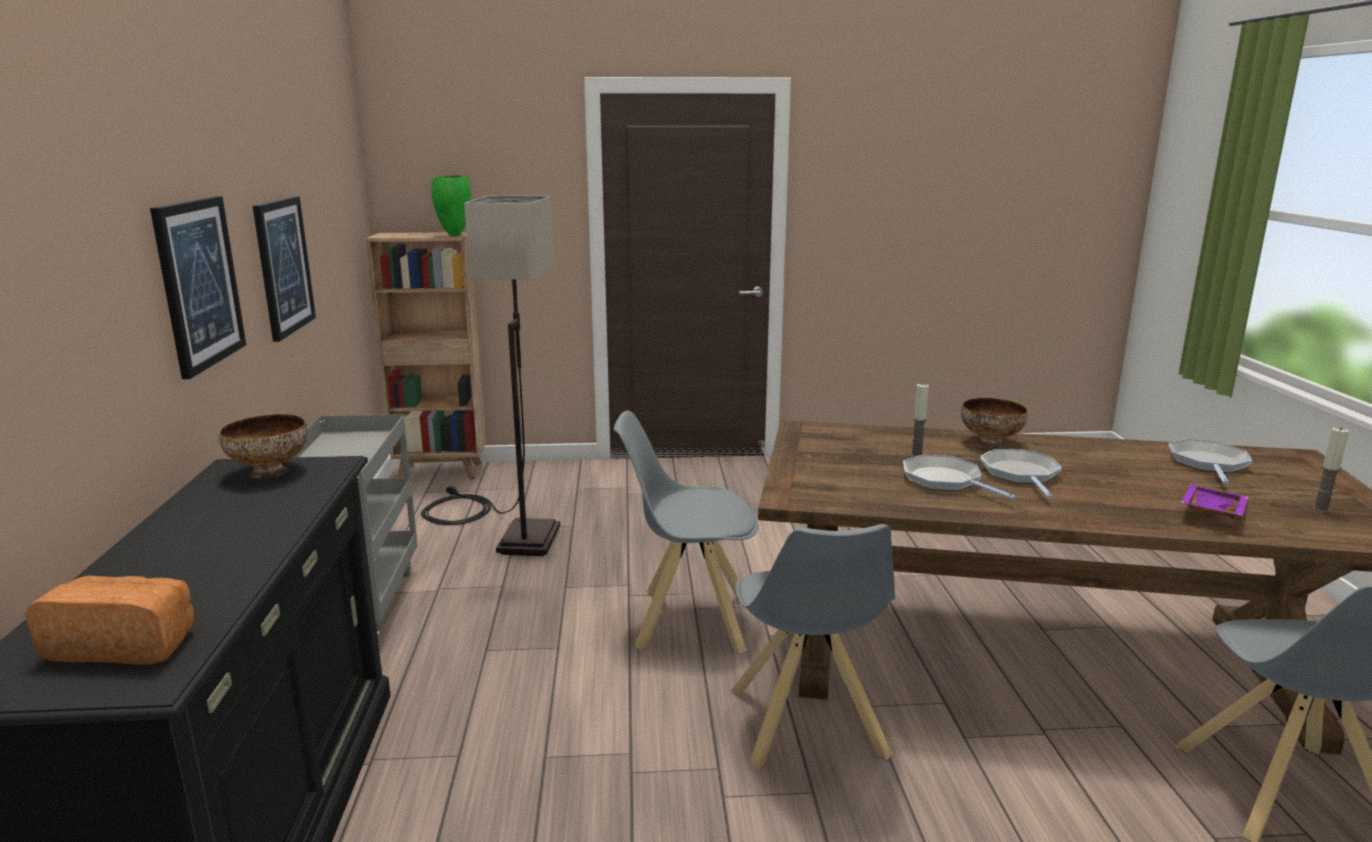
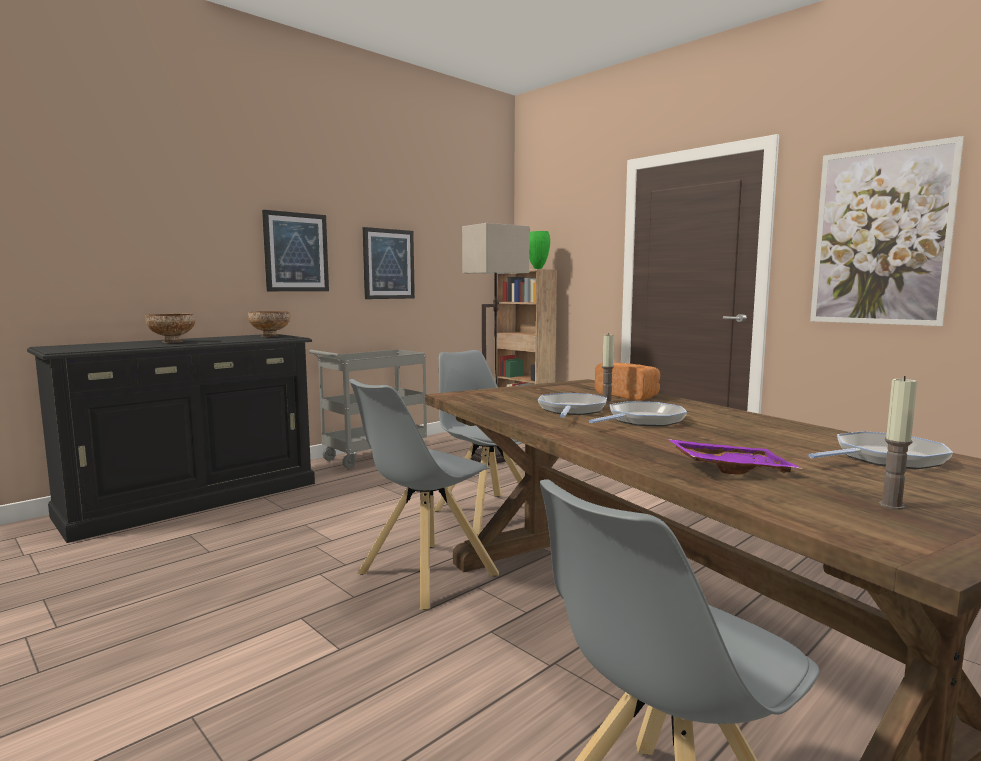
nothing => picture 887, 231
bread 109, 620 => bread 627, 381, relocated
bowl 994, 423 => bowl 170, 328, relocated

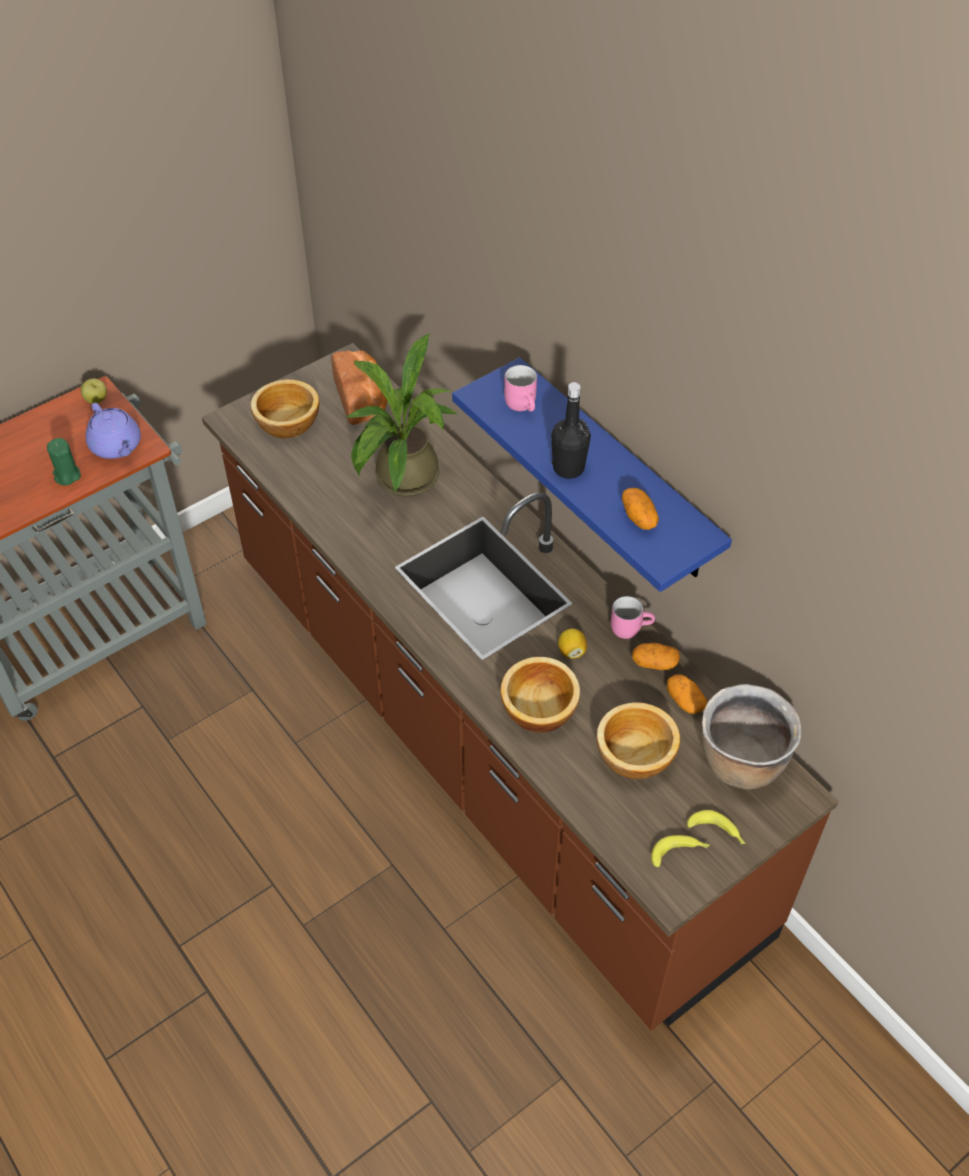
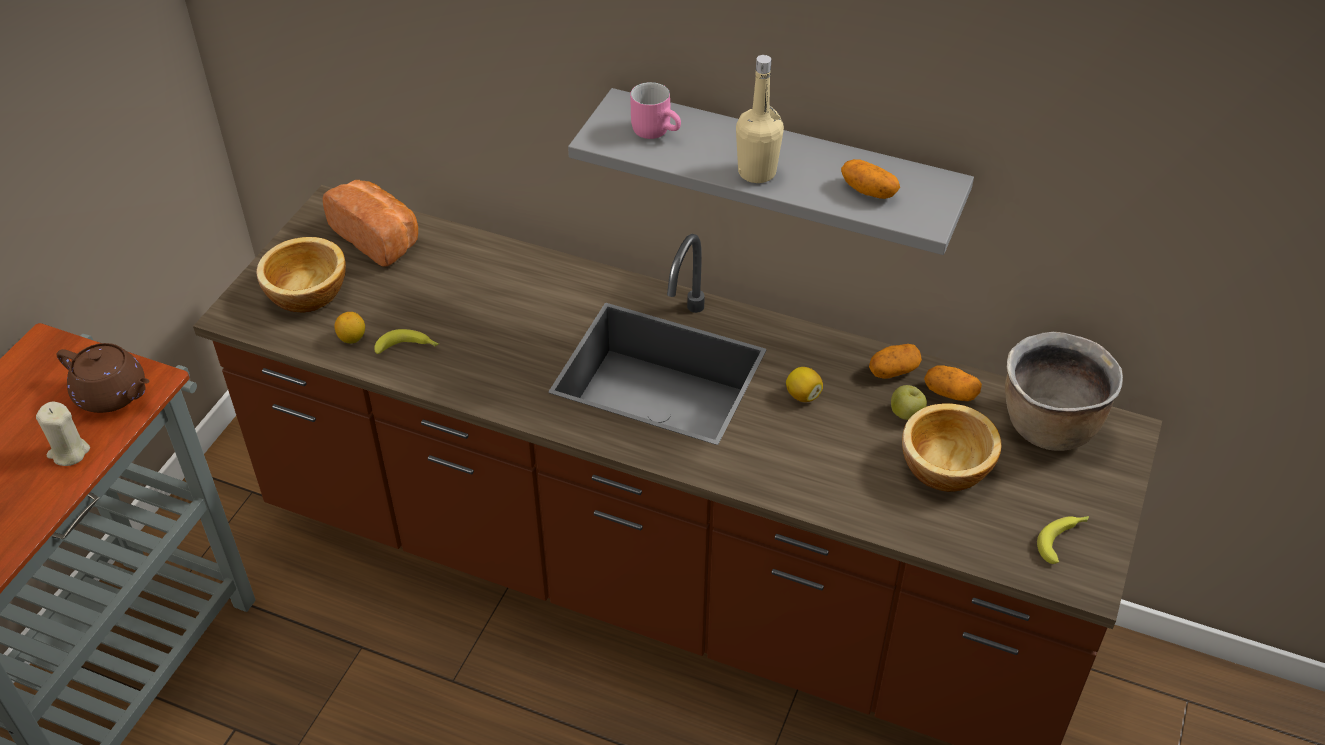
potted plant 402, 414 => nothing
bowl 540, 695 => nothing
mug (pink) 633, 617 => nothing
nothing => lemon 350, 327
apple 94, 391 => apple 909, 402, relocated
banana 716, 827 => banana 406, 341, relocated
candle (green) 64, 461 => candle (beige) 63, 433
teapot (purple) 113, 431 => teapot (brown) 103, 378
shelf (blue) 592, 474 => shelf (grey) 771, 171
bottle (black) 571, 430 => bottle (beige) 760, 119

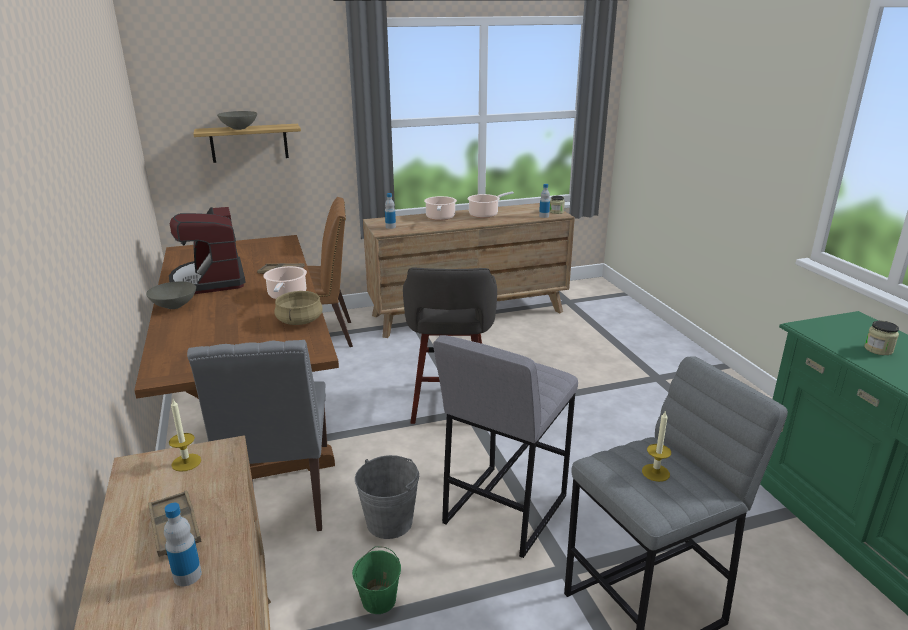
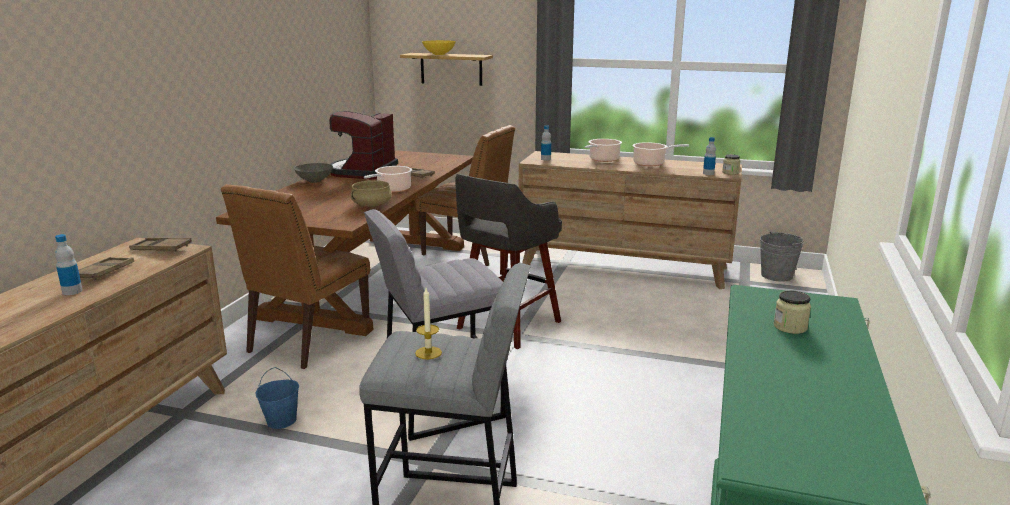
bucket (grey) 387, 497 => bucket (grey) 782, 256, relocated
candle 185, 435 => tray (brown) 160, 245
chair (grey) 257, 435 => chair (brown) 295, 276
bowl (grey) 237, 120 => bowl (yellow) 439, 47
bucket (green) 376, 580 => bucket (blue) 277, 398

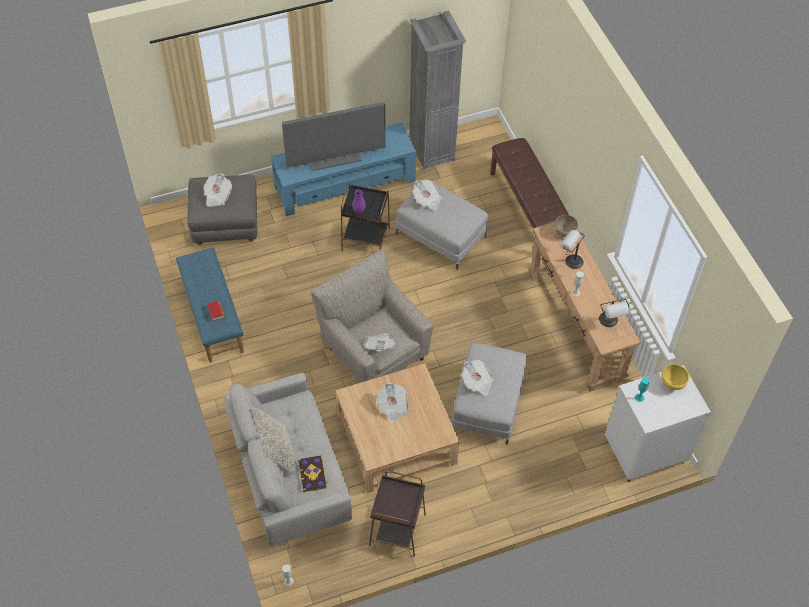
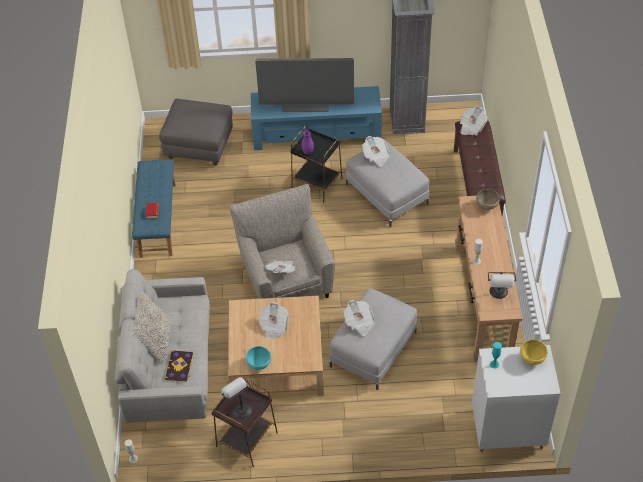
nothing => bowl (turquoise) 258, 358
newspaper 217, 190 => newspaper 474, 121, relocated
table lamp 572, 249 => table lamp 236, 398, relocated

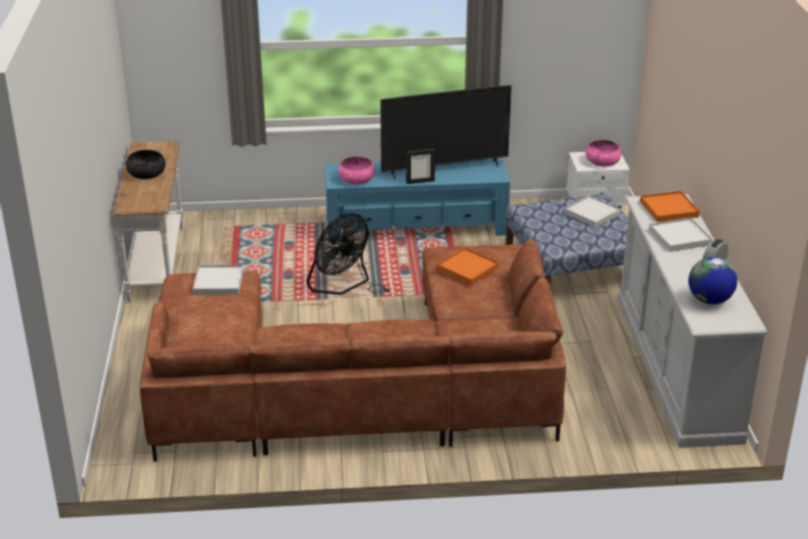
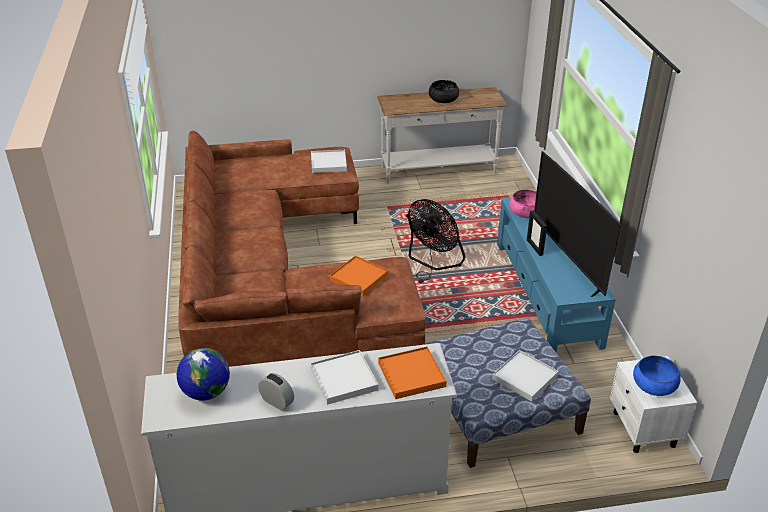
bowl (pink) 603, 153 => bowl (blue) 657, 376

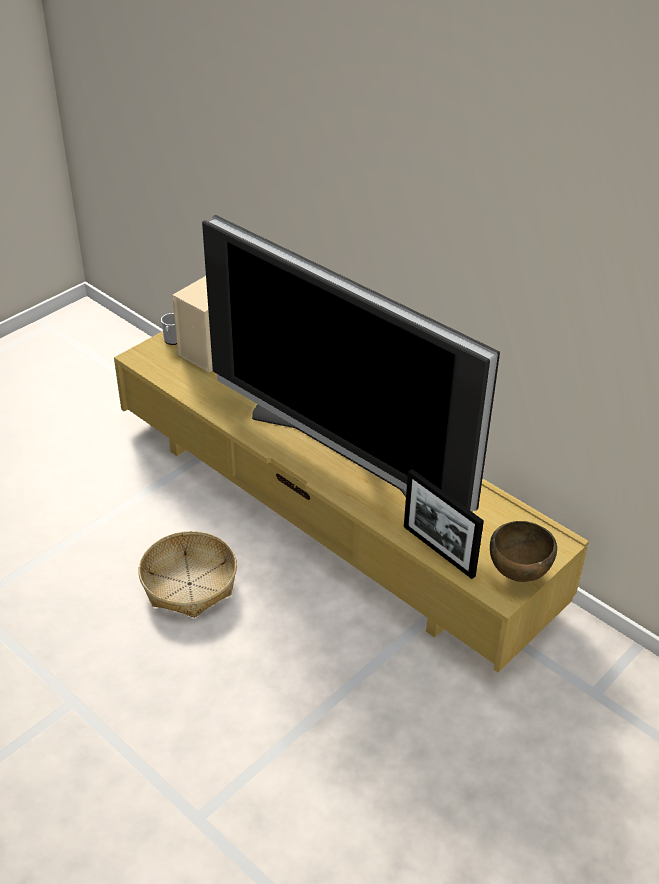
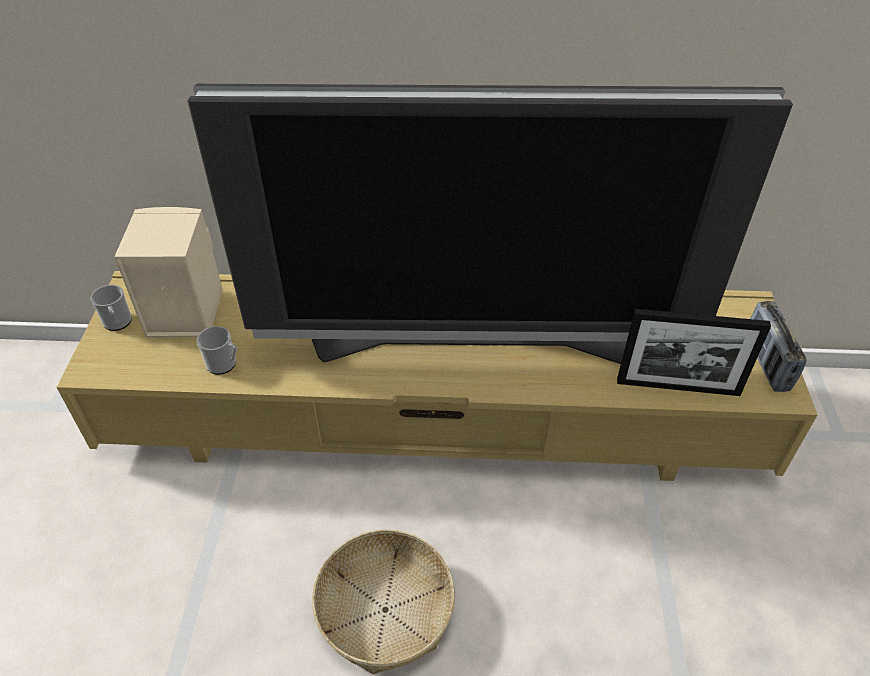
nothing => mug 216, 350
bowl (brown) 523, 551 => radio 778, 346

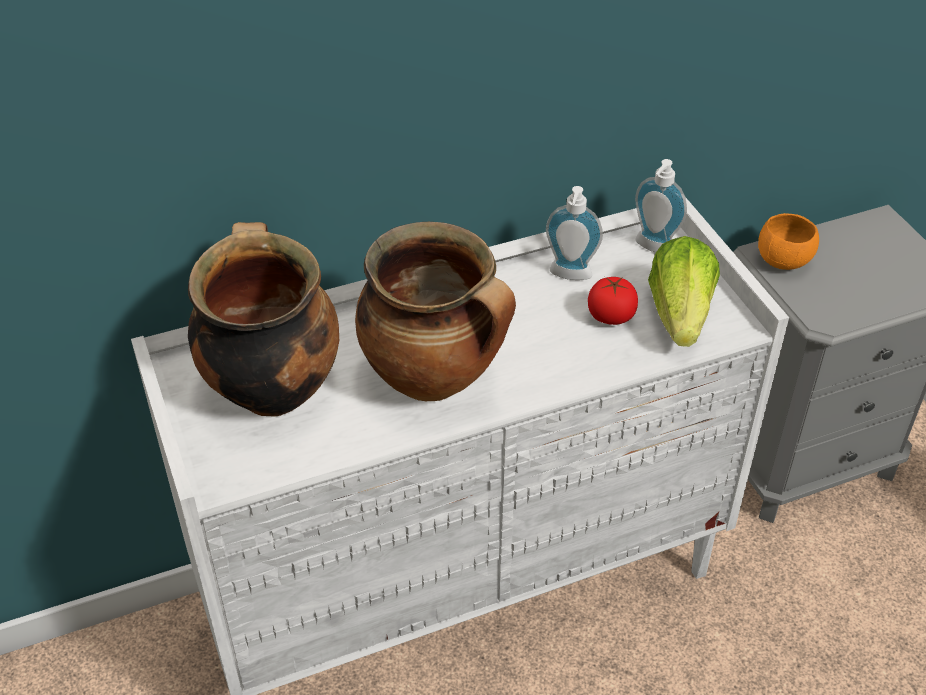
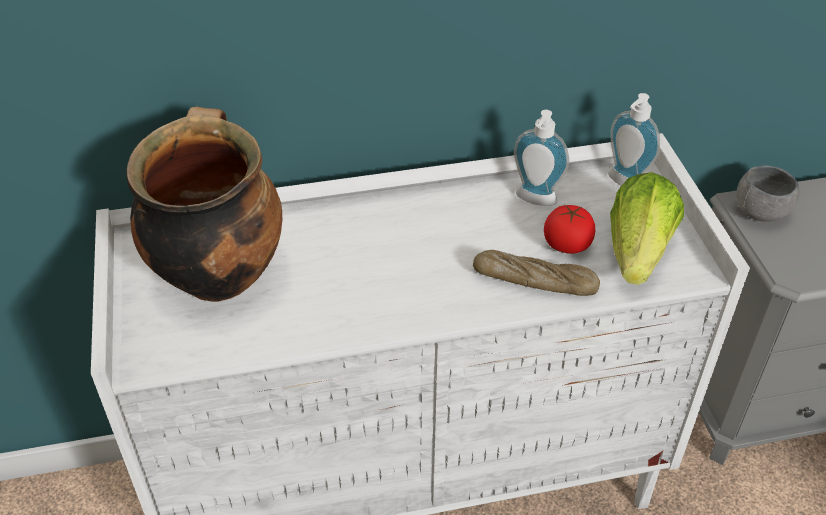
cooking pot 435, 311 => nothing
nothing => bread 536, 273
bowl (orange) 788, 241 => bowl (grey) 767, 193

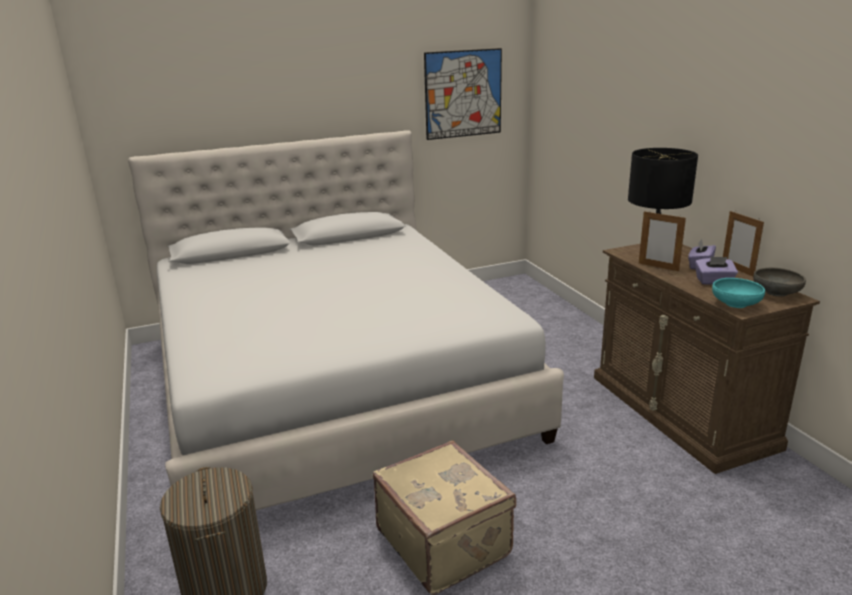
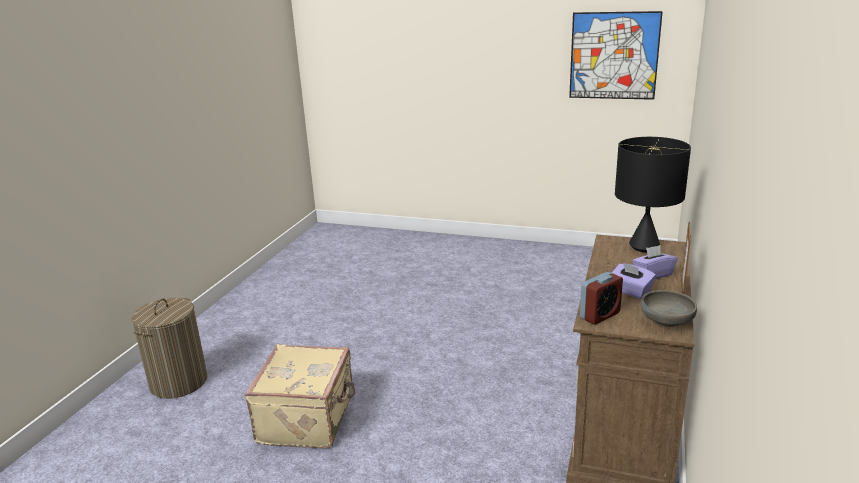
bed (white) 346, 320 => nothing
picture frame 662, 240 => nothing
bowl (turquoise) 738, 293 => alarm clock 601, 298

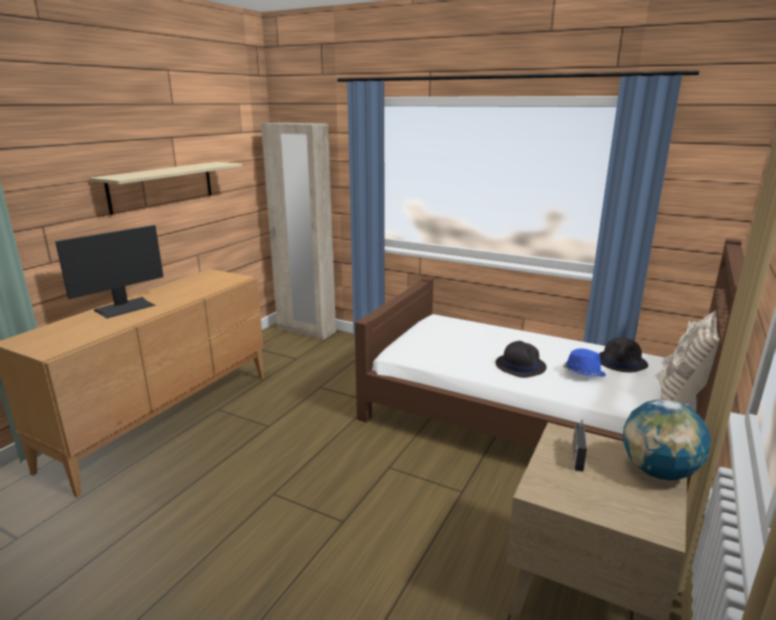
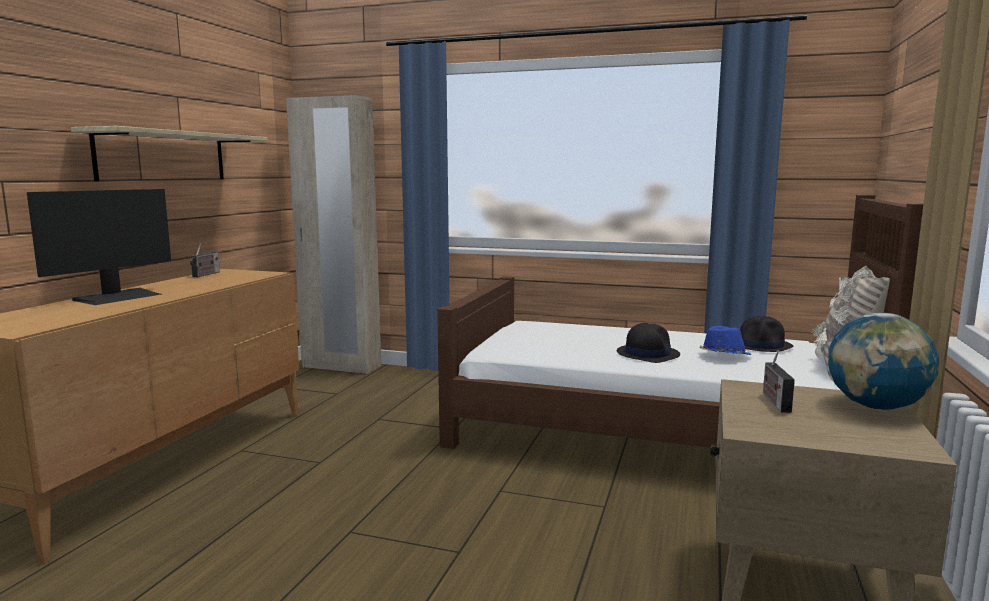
nothing => radio 205, 260

